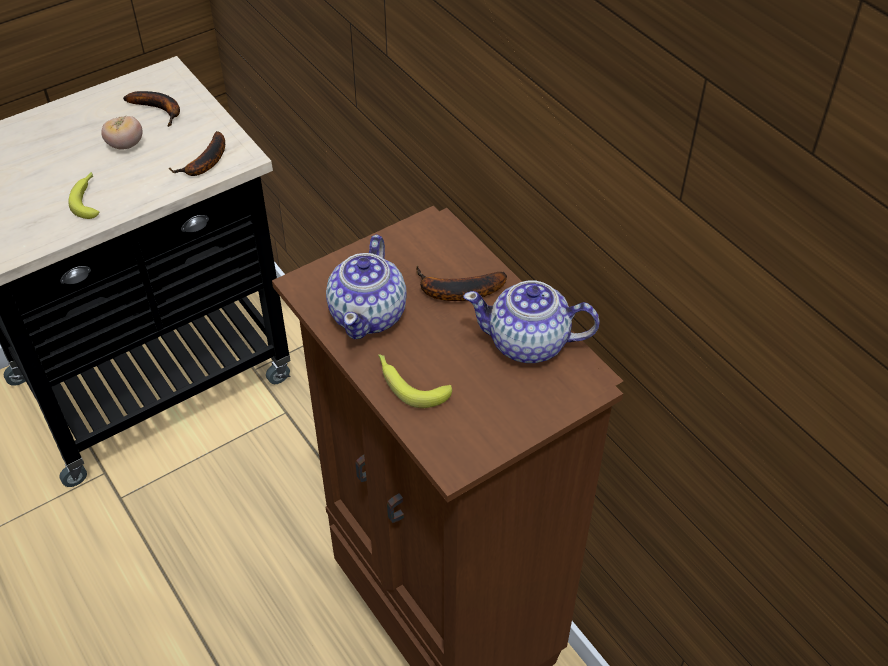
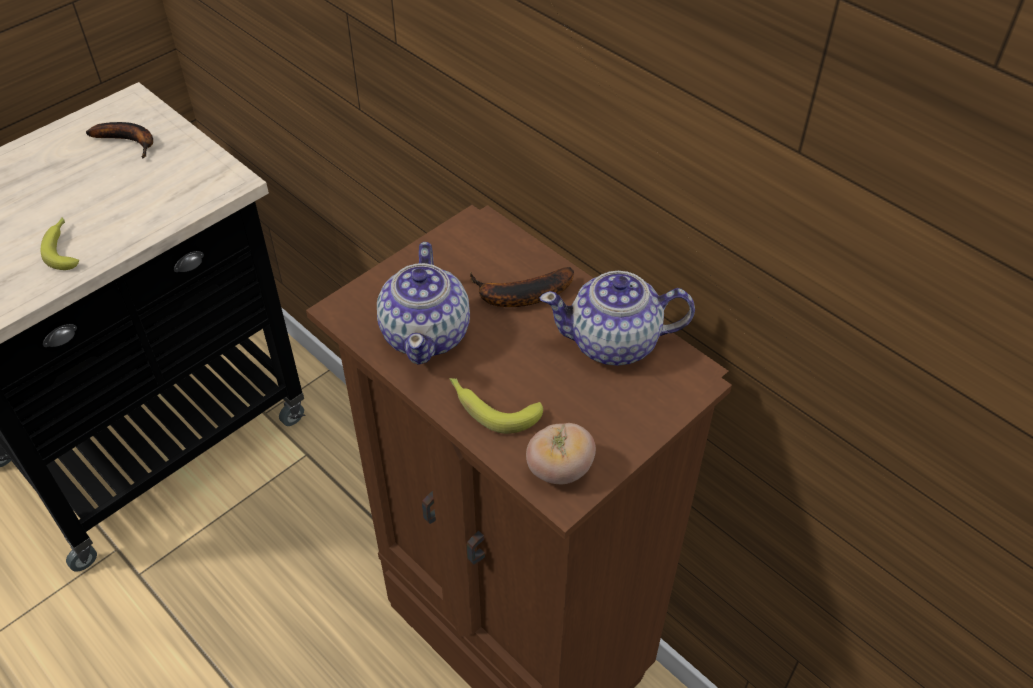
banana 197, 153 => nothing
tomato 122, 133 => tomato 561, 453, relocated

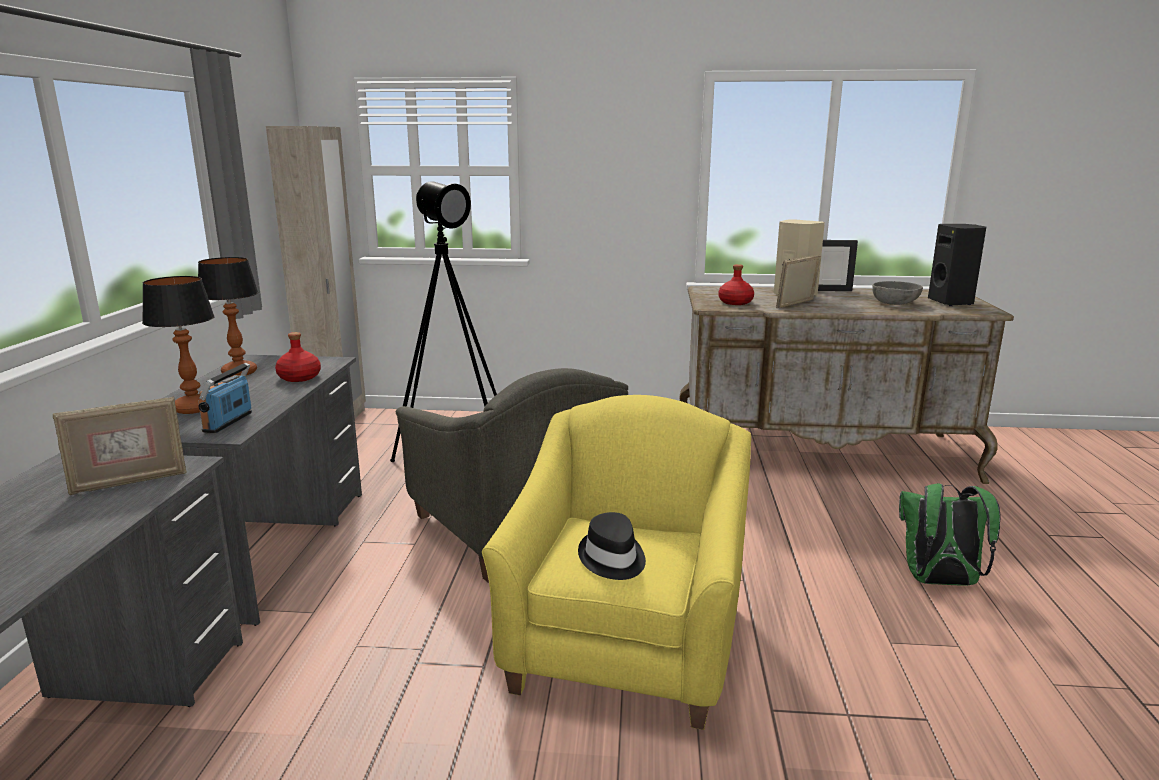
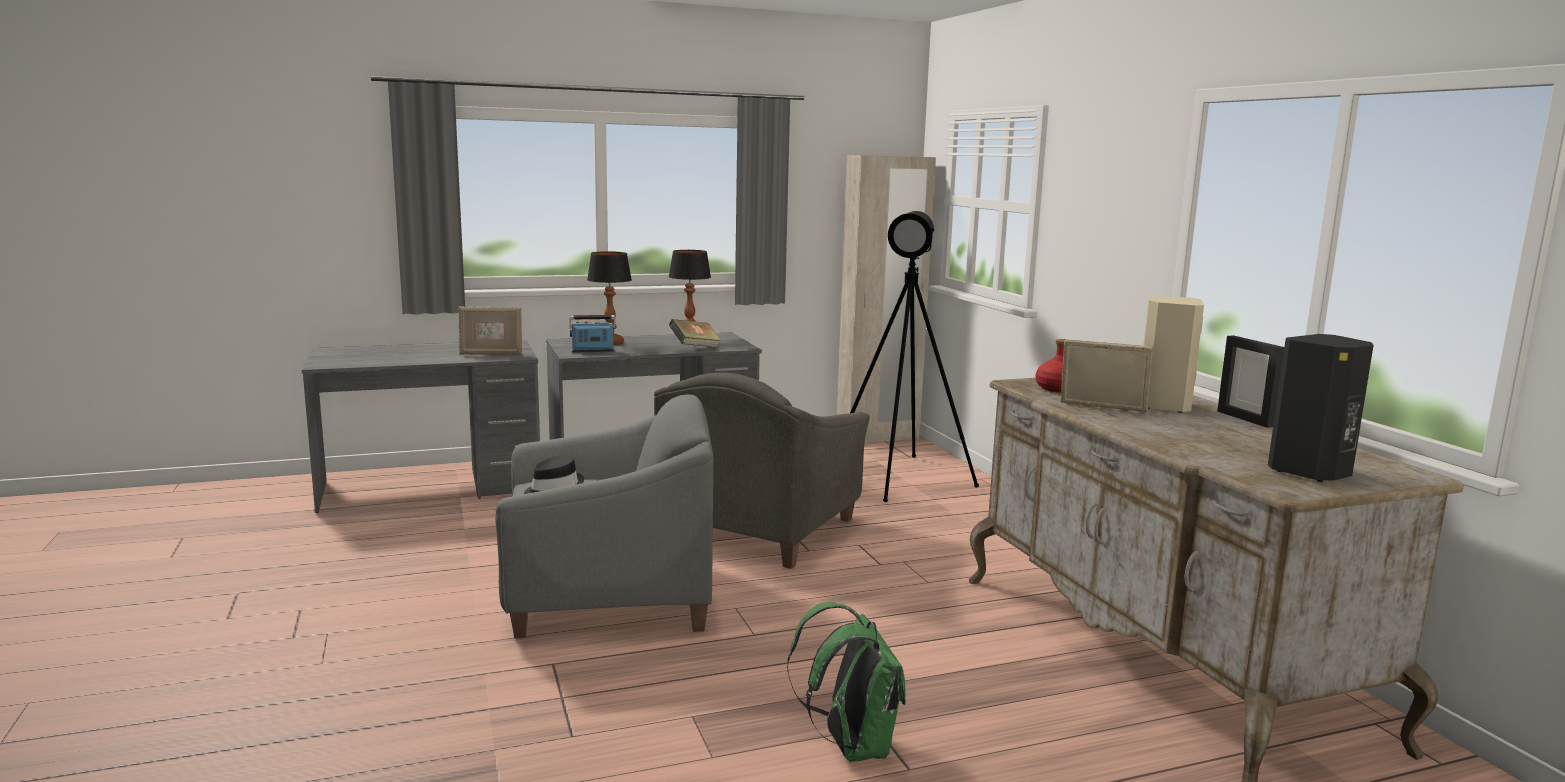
bowl (grey) 897, 293 => nothing
bottle (red) 298, 357 => book 695, 333
armchair (yellow) 616, 562 => armchair (grey) 604, 516
picture frame 120, 445 => picture frame 490, 331, 45 degrees counterclockwise

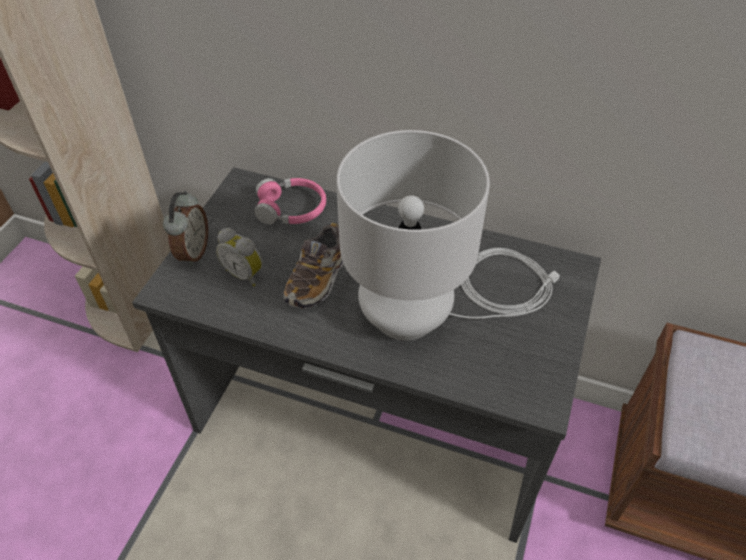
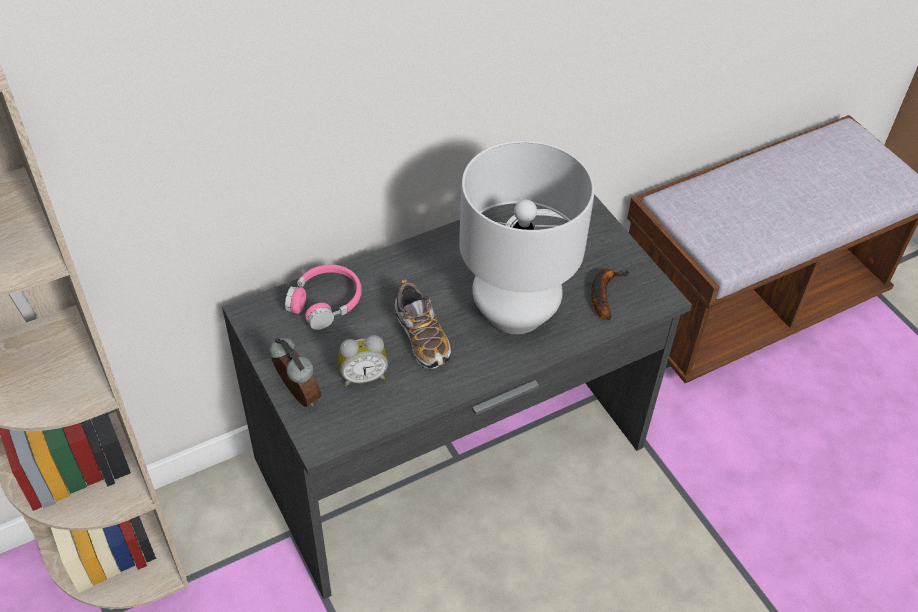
nothing => banana 610, 294

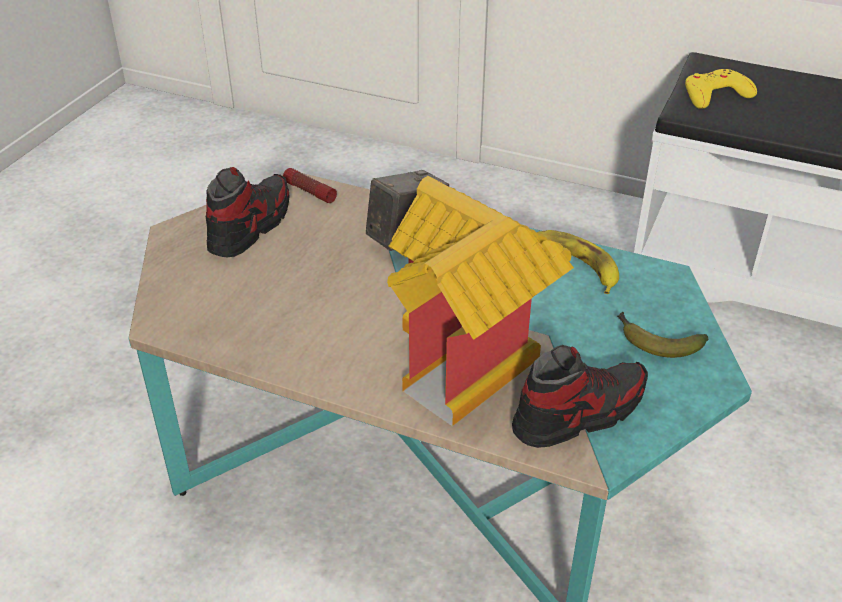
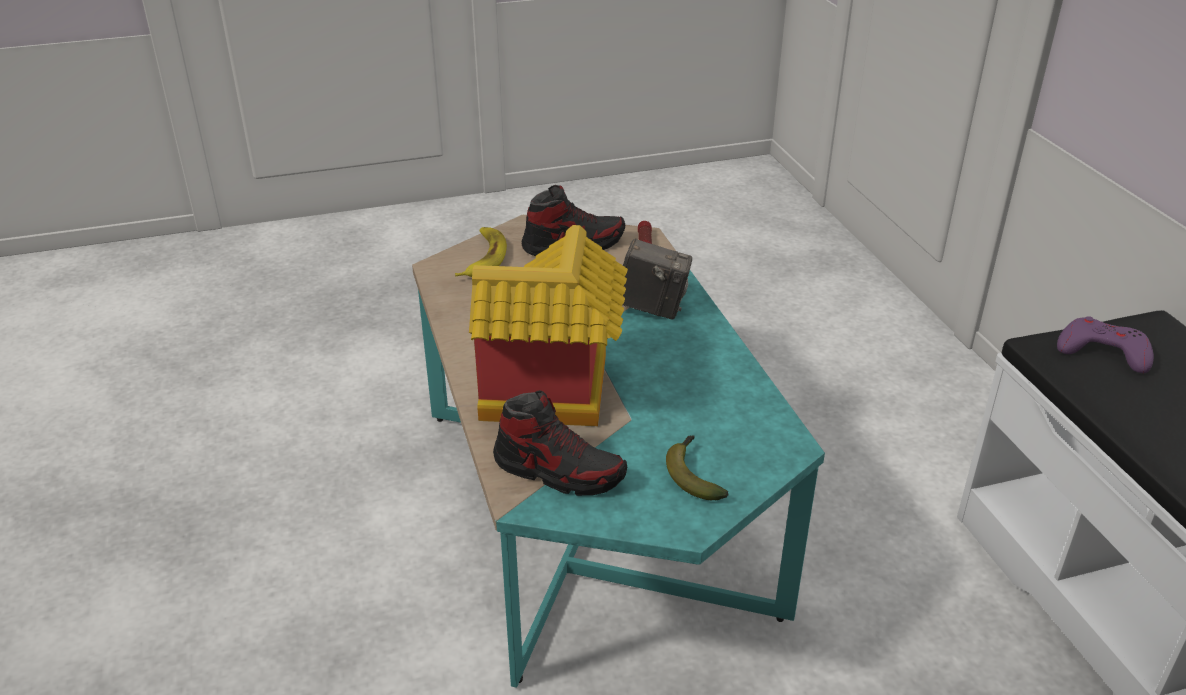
banana 578, 262 => banana 481, 252, relocated
game controller (yellow) 721, 89 => game controller (purple) 1105, 344

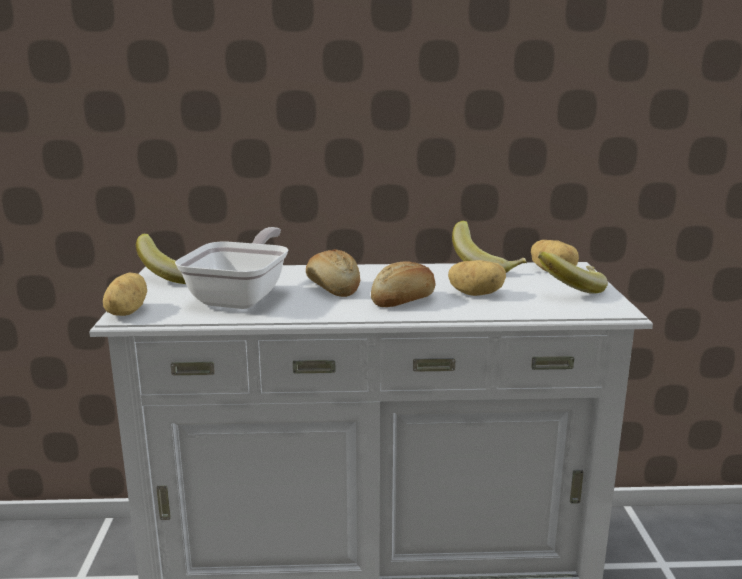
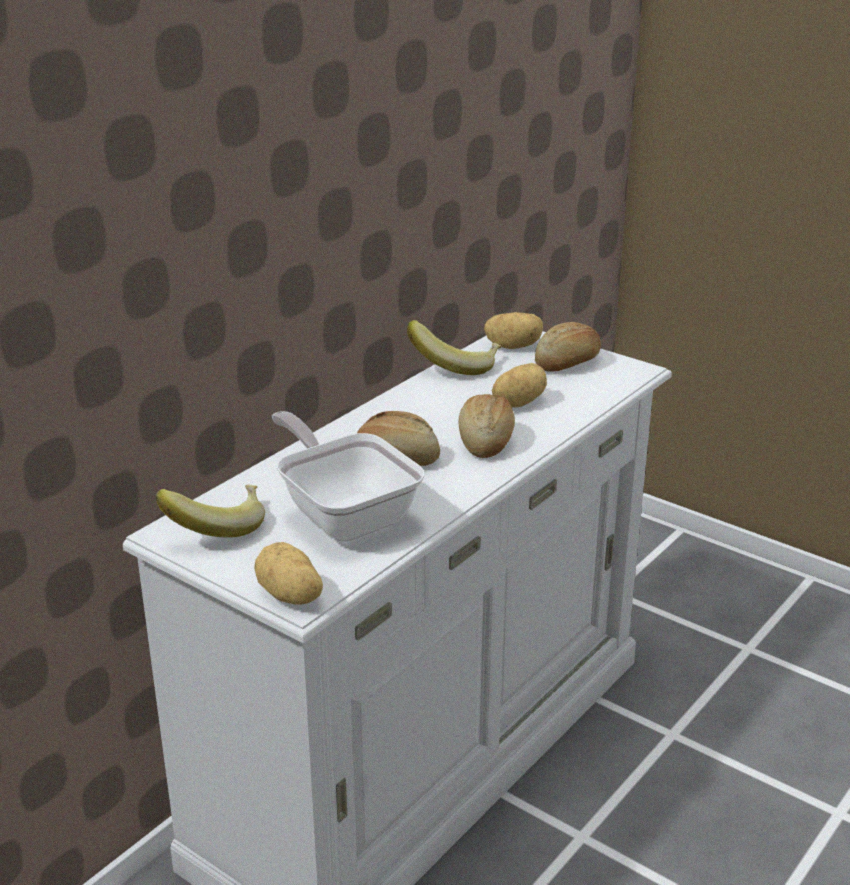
banana 573, 273 => bread 568, 347

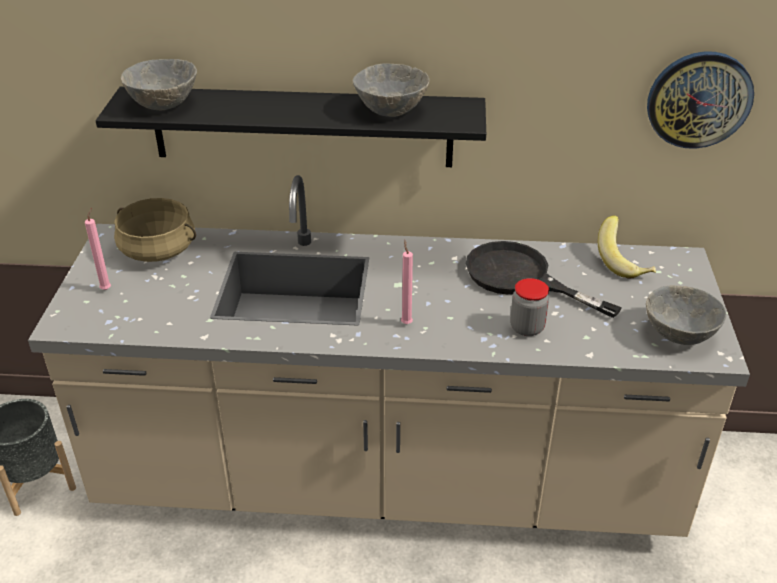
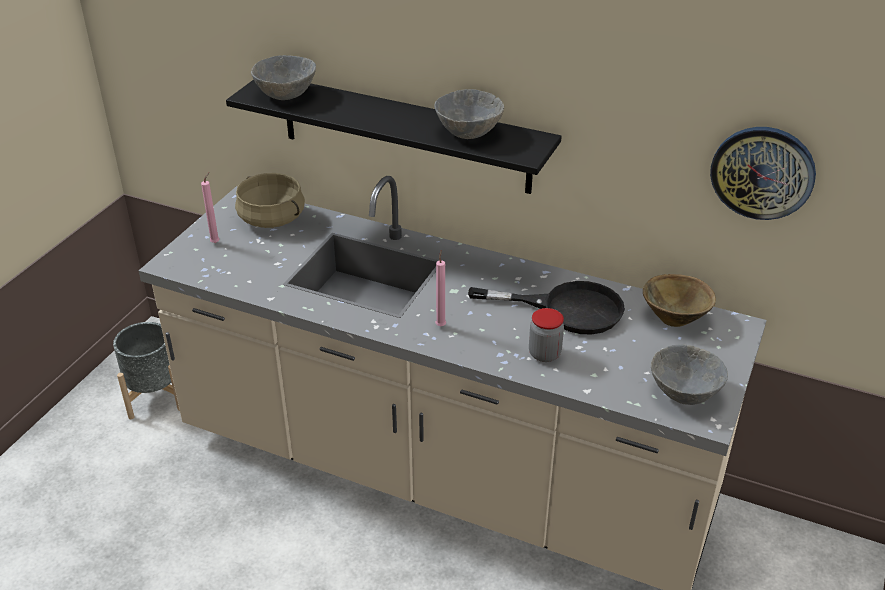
banana 627, 247 => bowl (brown) 679, 300
frying pan (black) 544, 279 => frying pan (black) 546, 308, 135 degrees clockwise

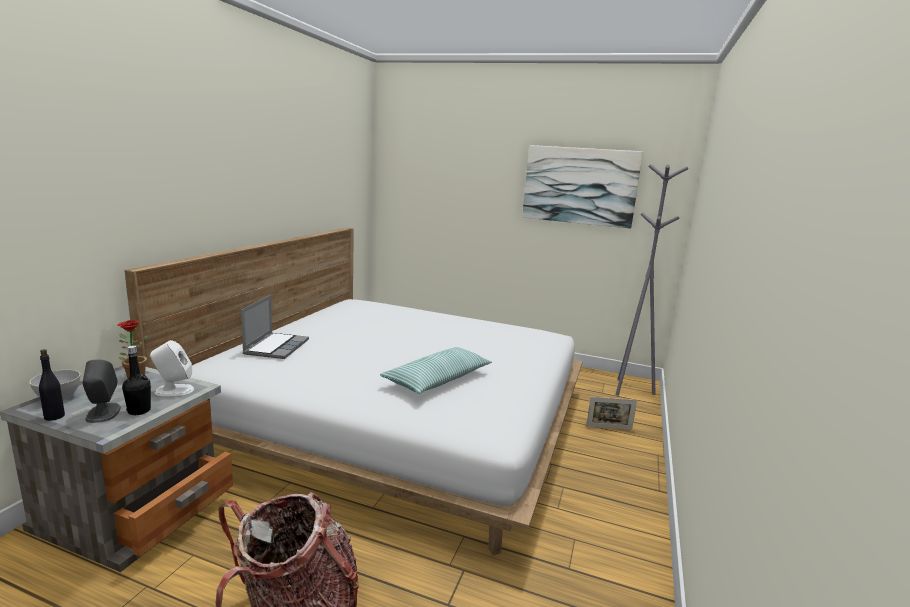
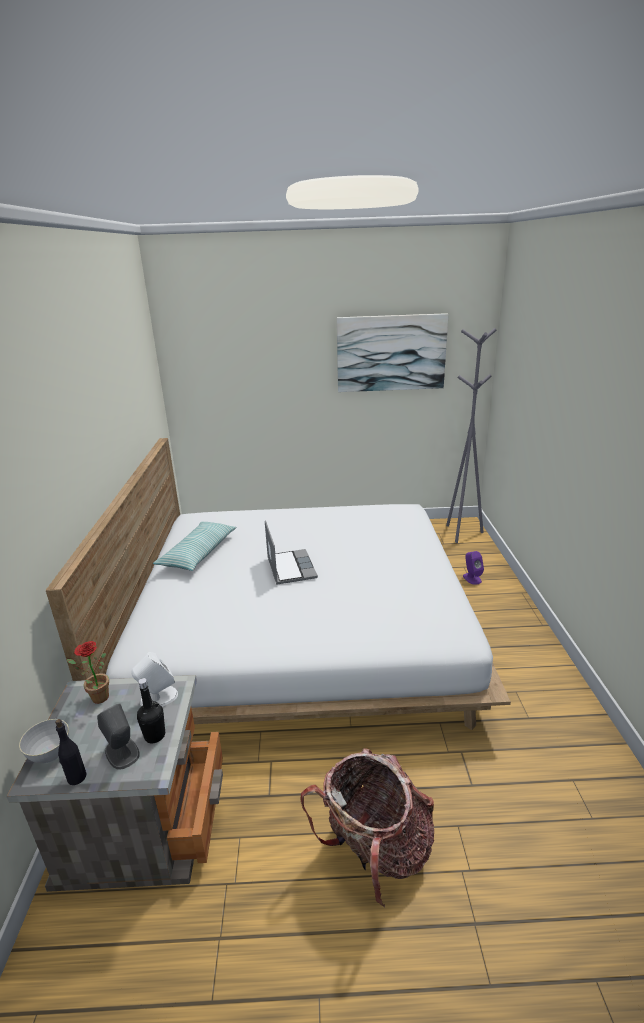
laptop 275, 327 => laptop 291, 552, relocated
pillow 436, 370 => pillow 195, 546, relocated
picture frame 611, 413 => speaker (purple) 473, 568

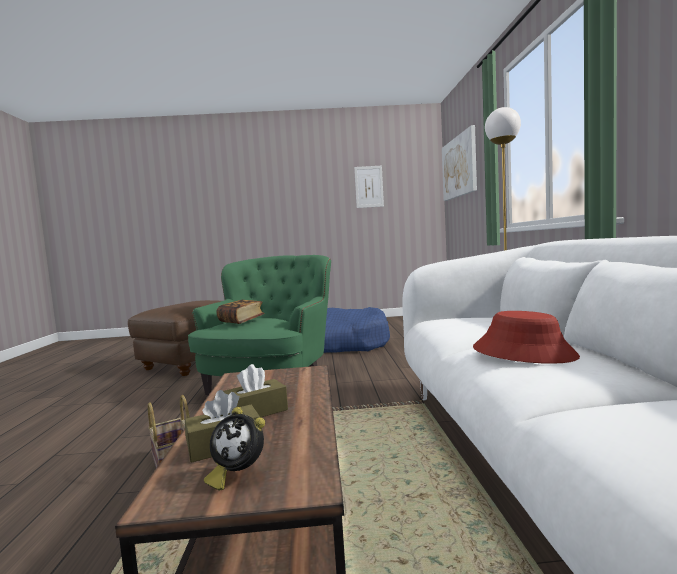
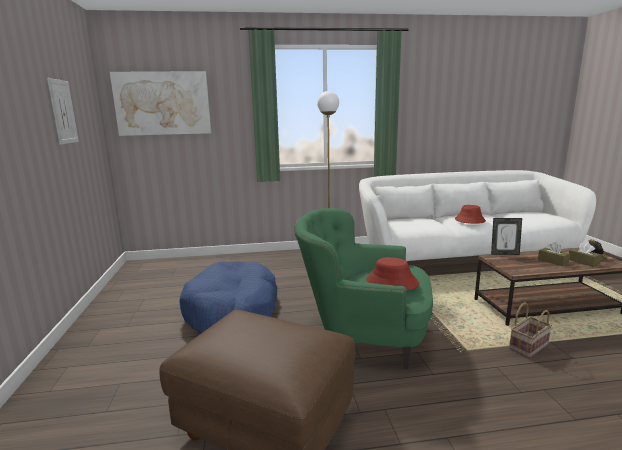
nothing => picture frame 506, 236
book 240, 312 => hat (red) 393, 273

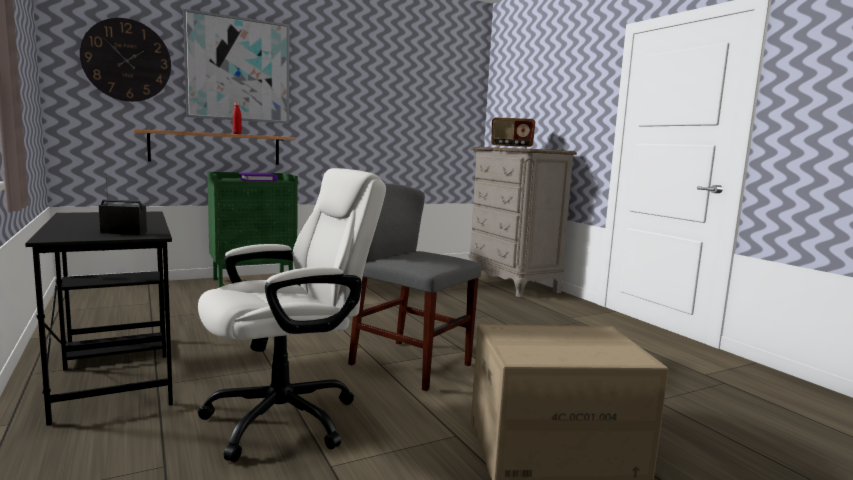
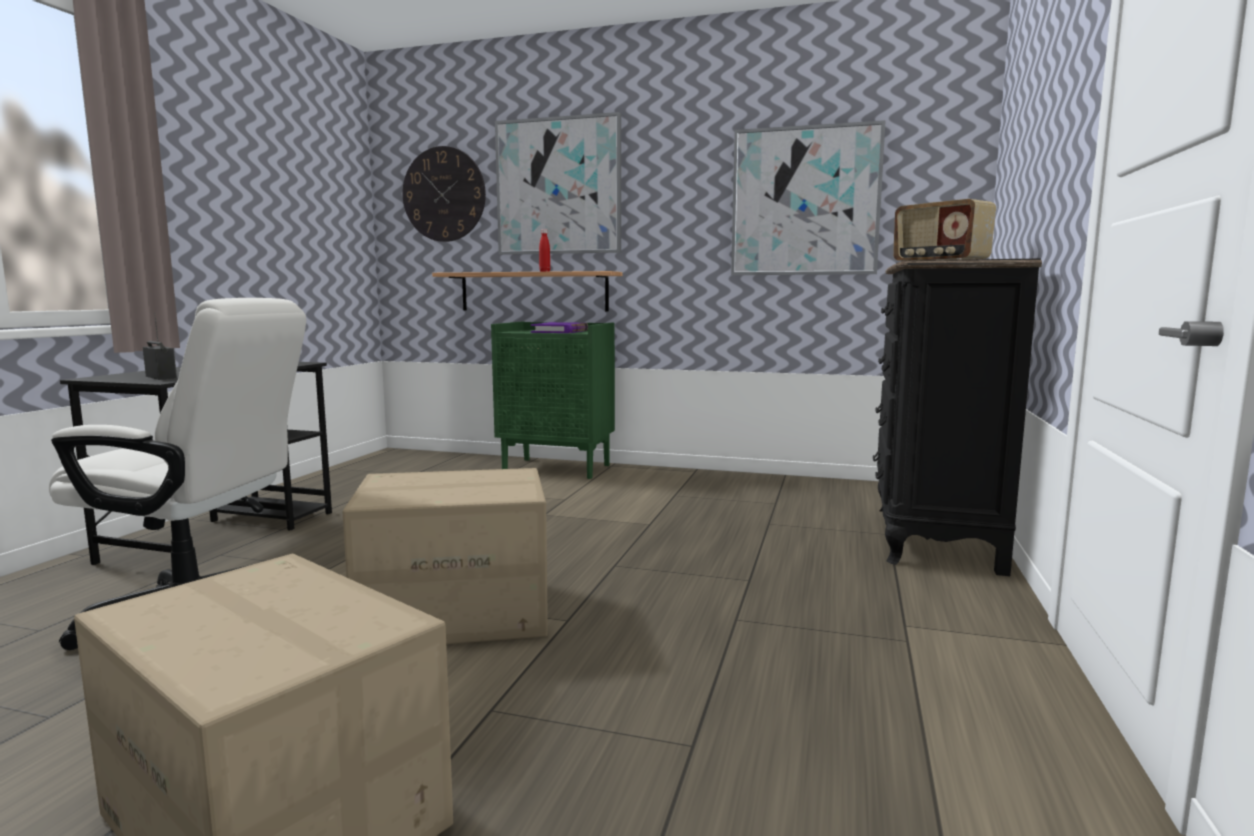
nothing => picture 808, 197
chair (grey) 414, 287 => cardboard box 445, 556
dresser (beige) 522, 222 => dresser (black) 957, 417

